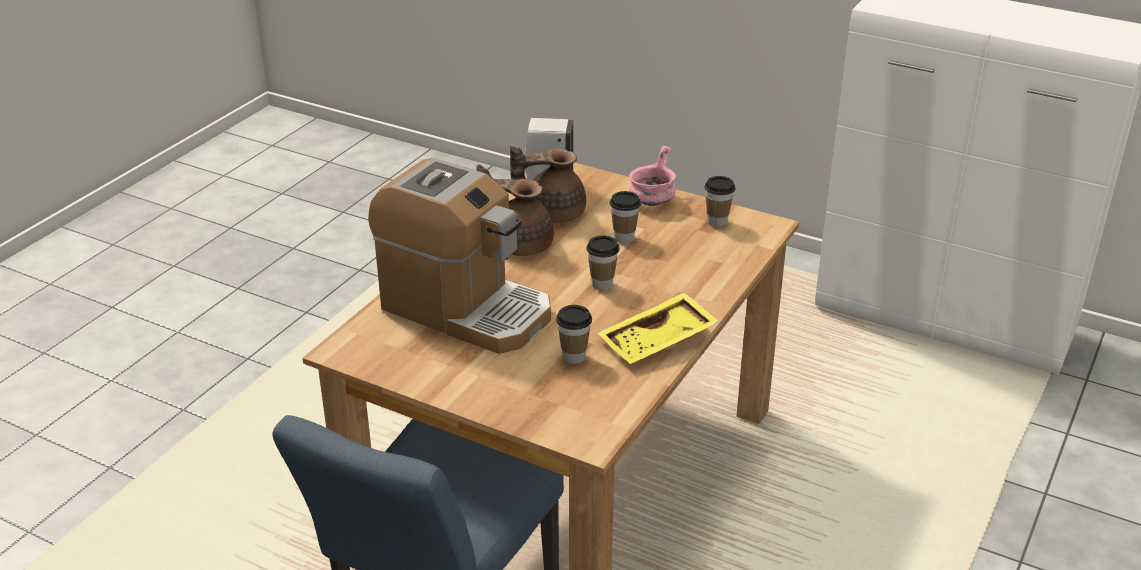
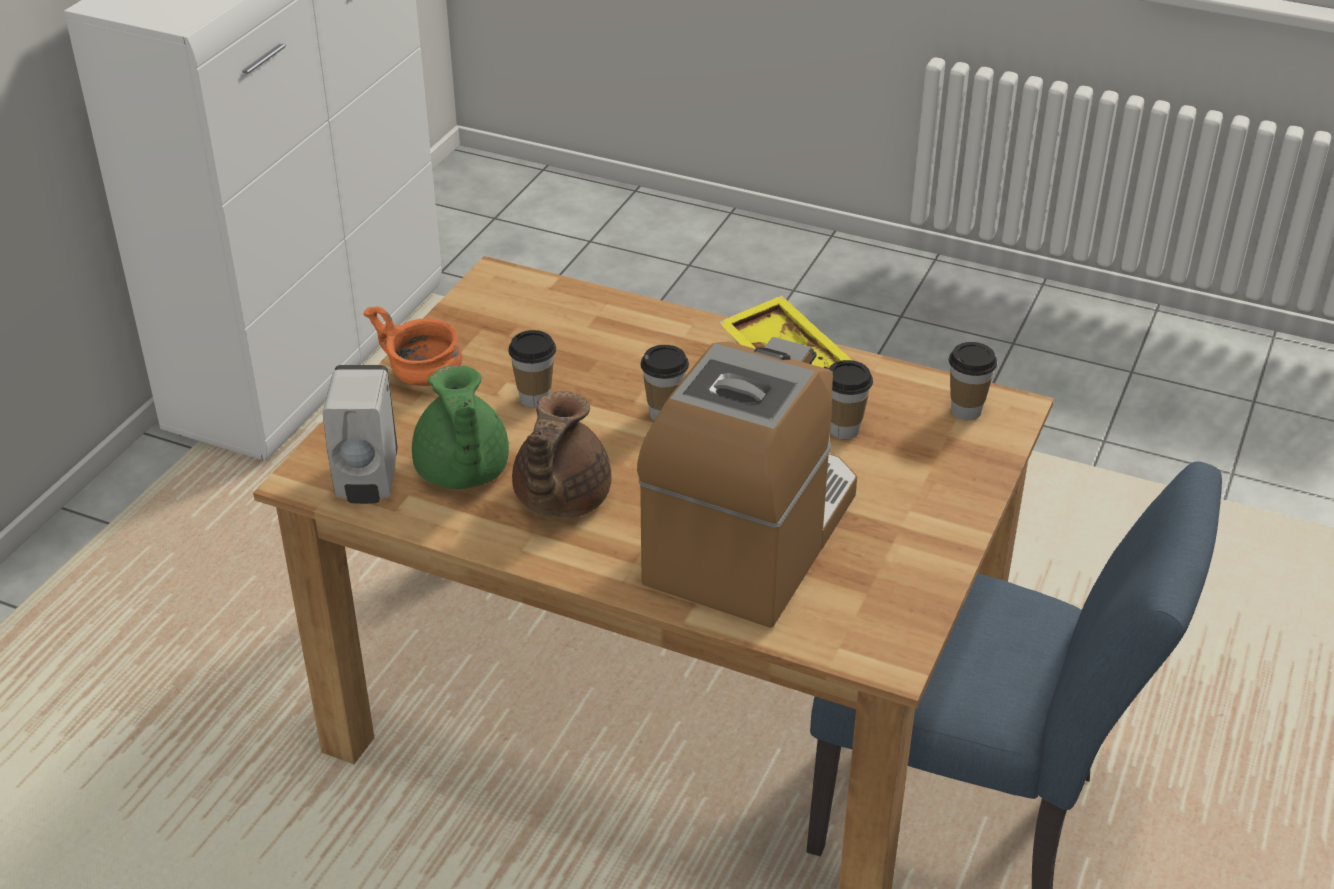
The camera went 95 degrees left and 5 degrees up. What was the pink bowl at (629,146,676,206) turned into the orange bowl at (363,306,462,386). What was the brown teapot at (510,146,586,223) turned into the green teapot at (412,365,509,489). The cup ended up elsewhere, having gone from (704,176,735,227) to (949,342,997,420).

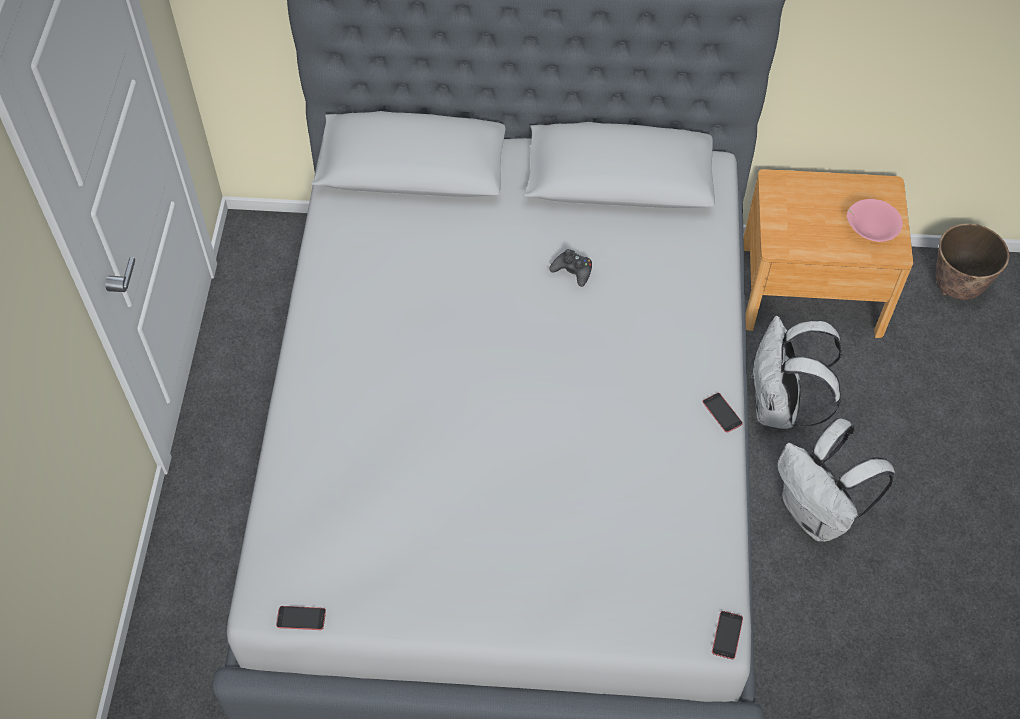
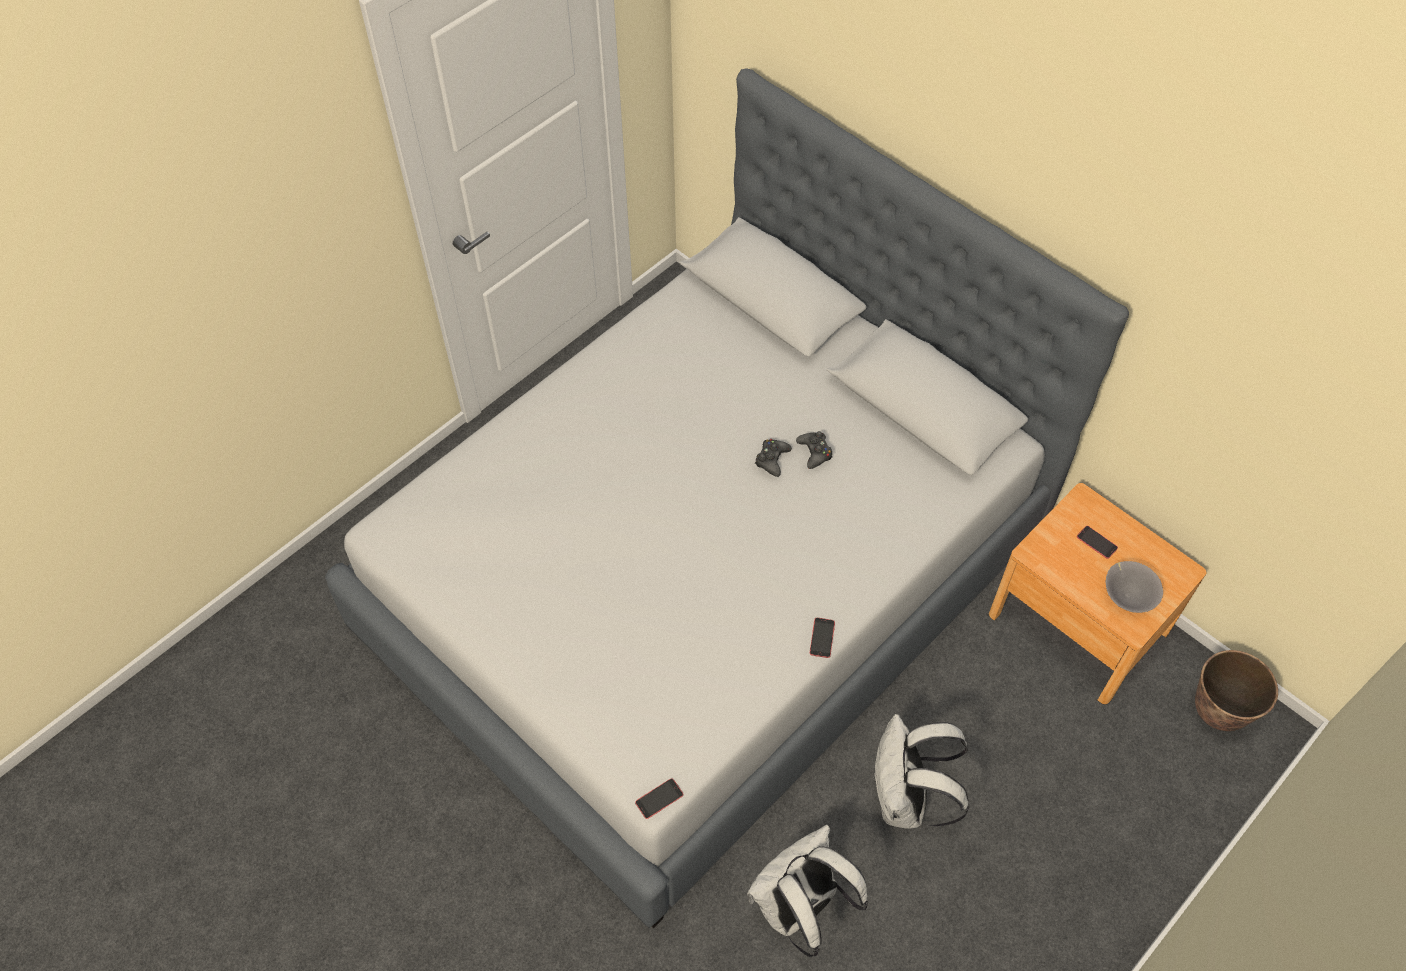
The camera went 40 degrees right and 0 degrees up. The white backpack ended up elsewhere, having gone from (751,316,842,429) to (747,825,868,957). The second view gained the black game controller at (755,439,792,477). The phone ended up elsewhere, having gone from (276,606,326,630) to (1077,526,1118,559). What was the pink bowl at (847,199,903,242) turned into the grey bowl at (1106,561,1163,613).

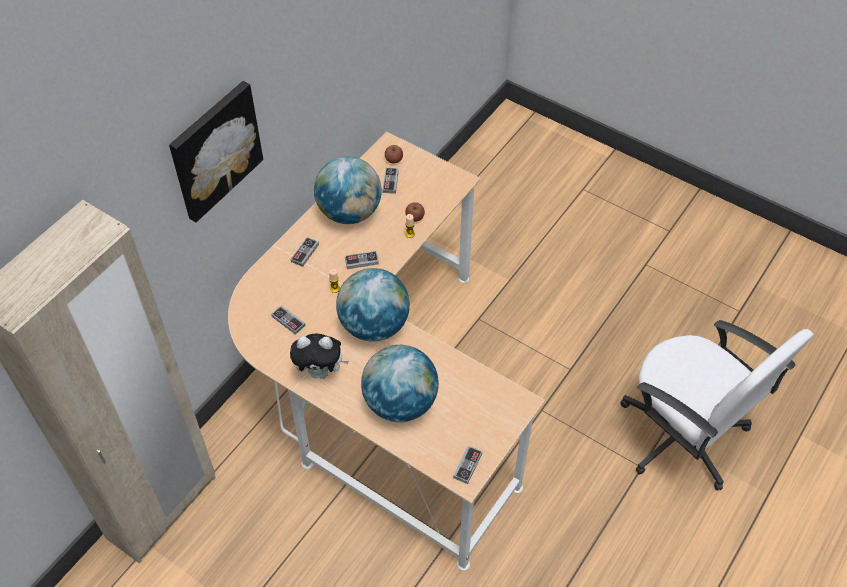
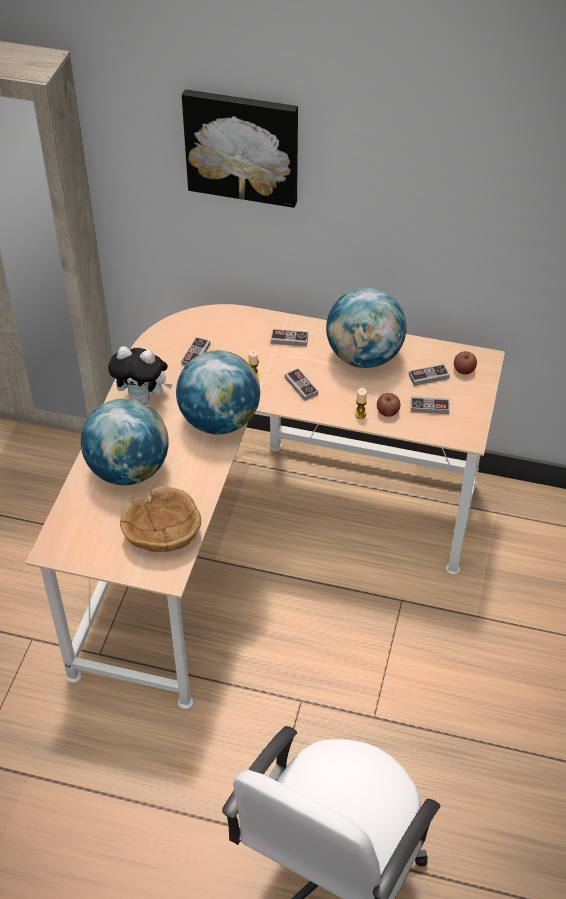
The camera went 70 degrees right and 5 degrees down. The plush toy at (290,334,349,379) ended up facing another way, 60 degrees counterclockwise from before. The second view gained the brown bowl at (120,487,201,552). The game controller ended up elsewhere, having gone from (453,446,482,484) to (411,396,449,414).

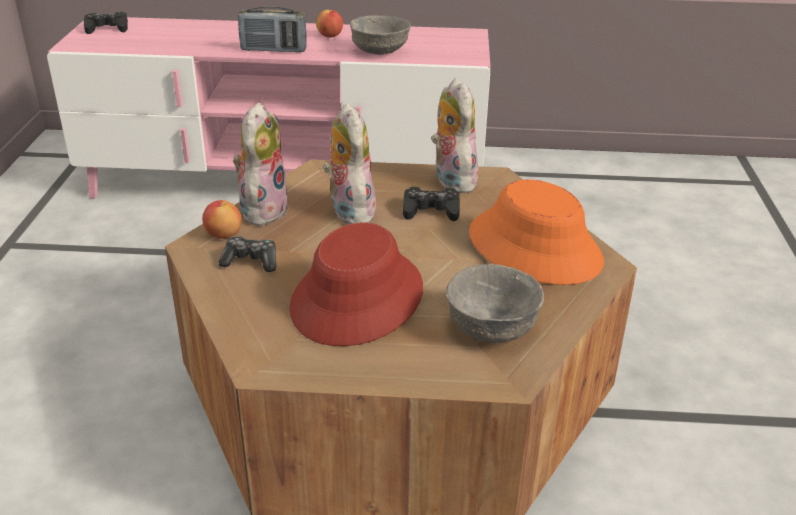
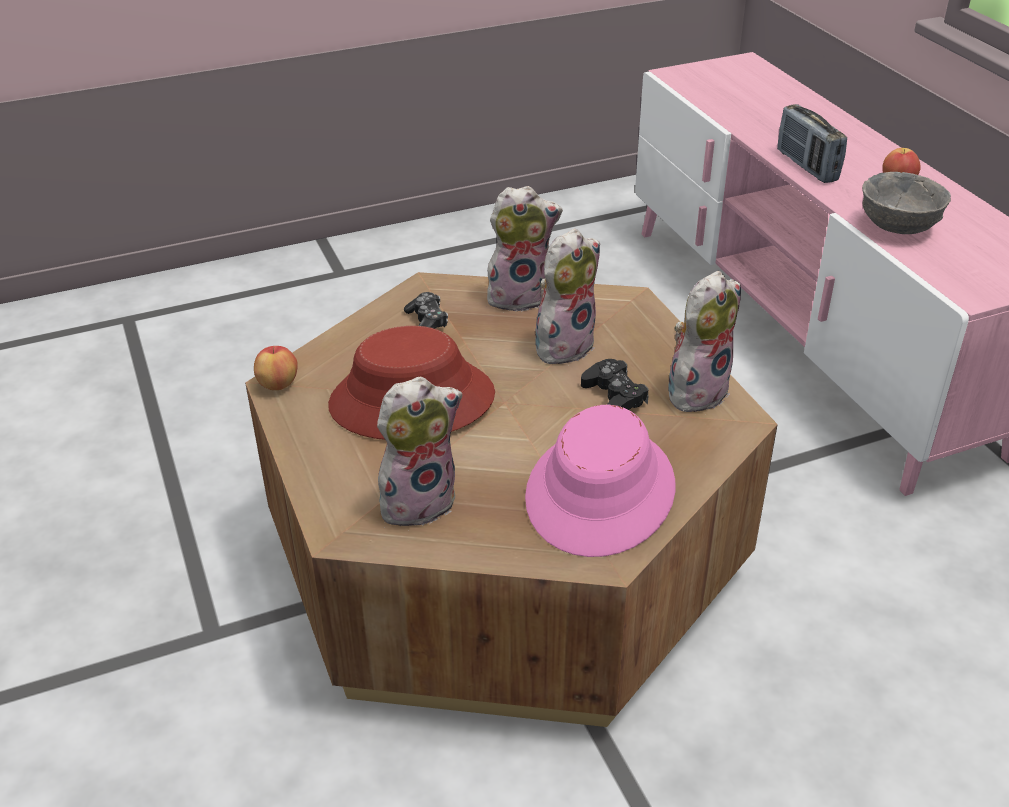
The camera went 65 degrees right and 5 degrees up. The apple ended up elsewhere, having gone from (202,199,242,239) to (254,346,298,390). Where the grey bowl stood at (446,264,544,343), the plush toy came to stand at (377,377,462,526). What was the orange hat at (469,180,604,285) turned into the pink hat at (525,405,675,557). The second view lost the black game controller at (84,12,128,34).

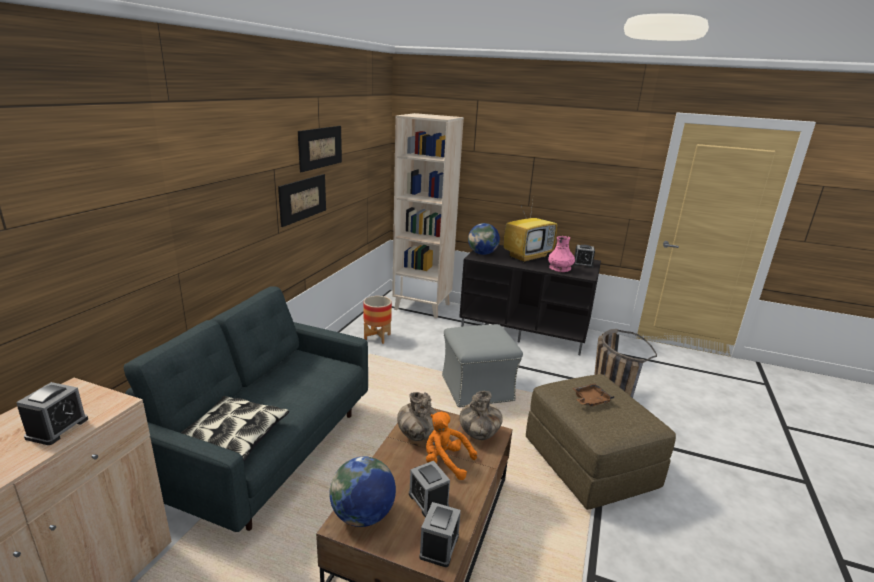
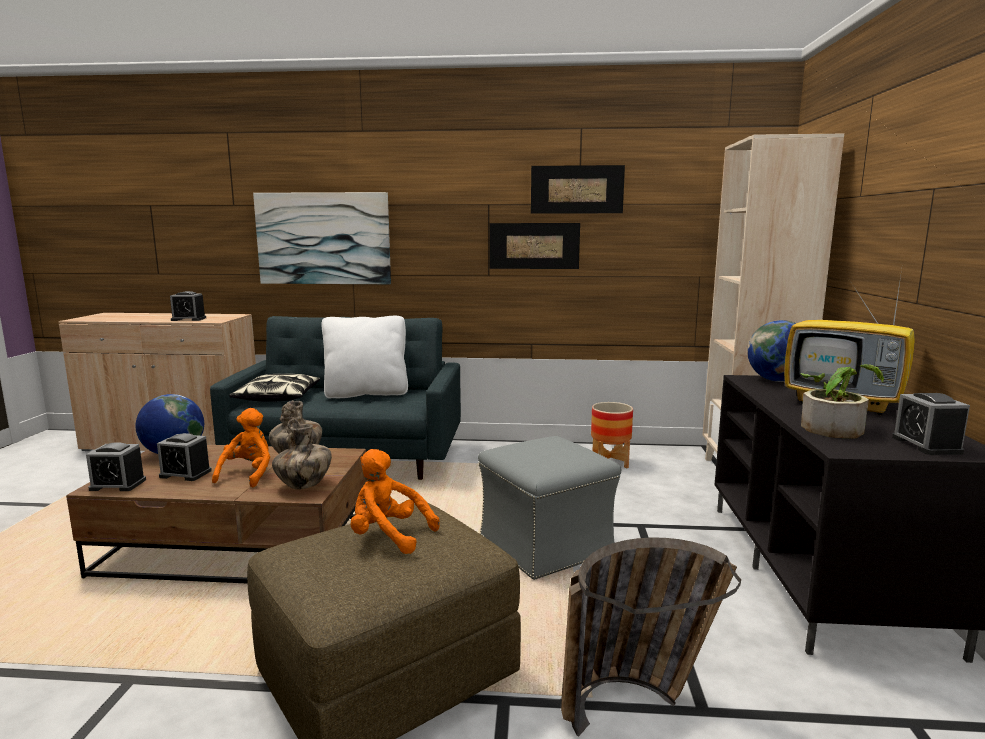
The camera went 75 degrees right and 10 degrees down. The alarm clock at (409,461,450,518) ended up facing another way, 120 degrees counterclockwise from before. The second view gained the picture at (253,192,391,284). The second view gained the white pillow at (322,316,408,399). Where the brown tray stood at (572,384,614,407), the orange plush toy came to stand at (351,449,440,554). Where the pink vase stood at (548,236,575,272), the potted plant came to stand at (800,364,884,438).

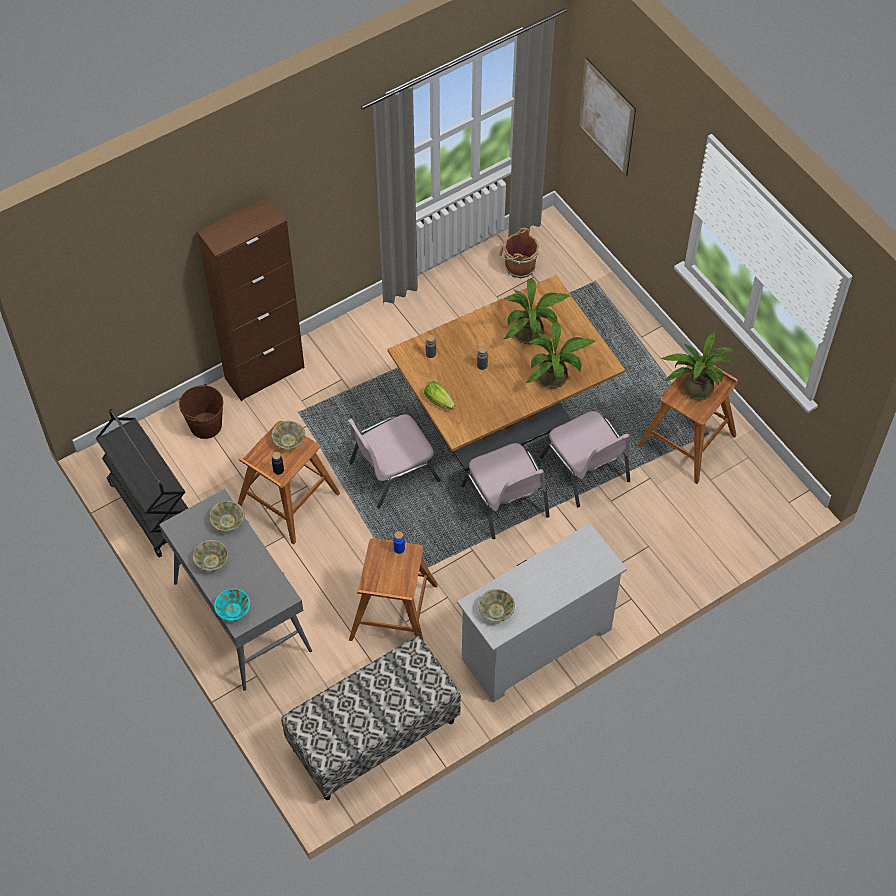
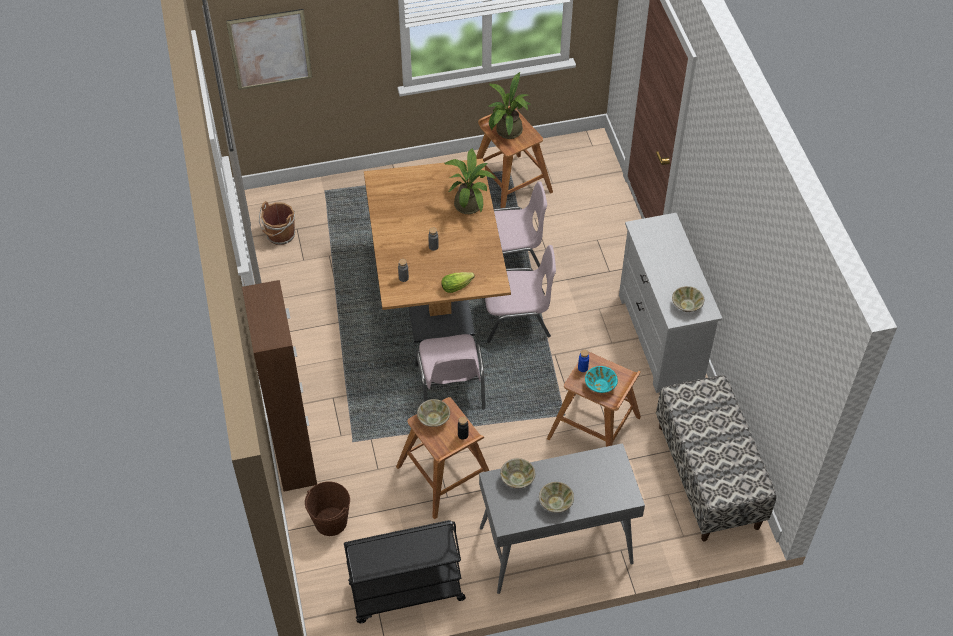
The camera went 70 degrees left and 5 degrees down. The turquoise bowl ended up elsewhere, having gone from (214,588,250,621) to (585,366,618,393). The second view lost the potted plant at (504,278,570,344).

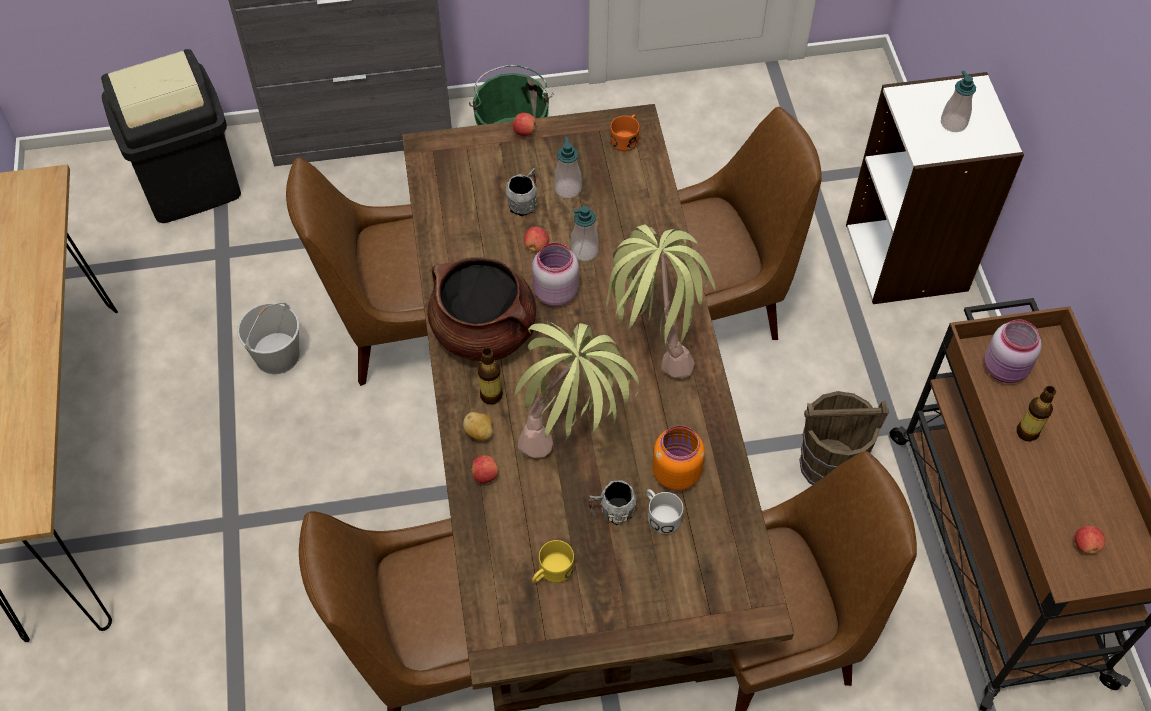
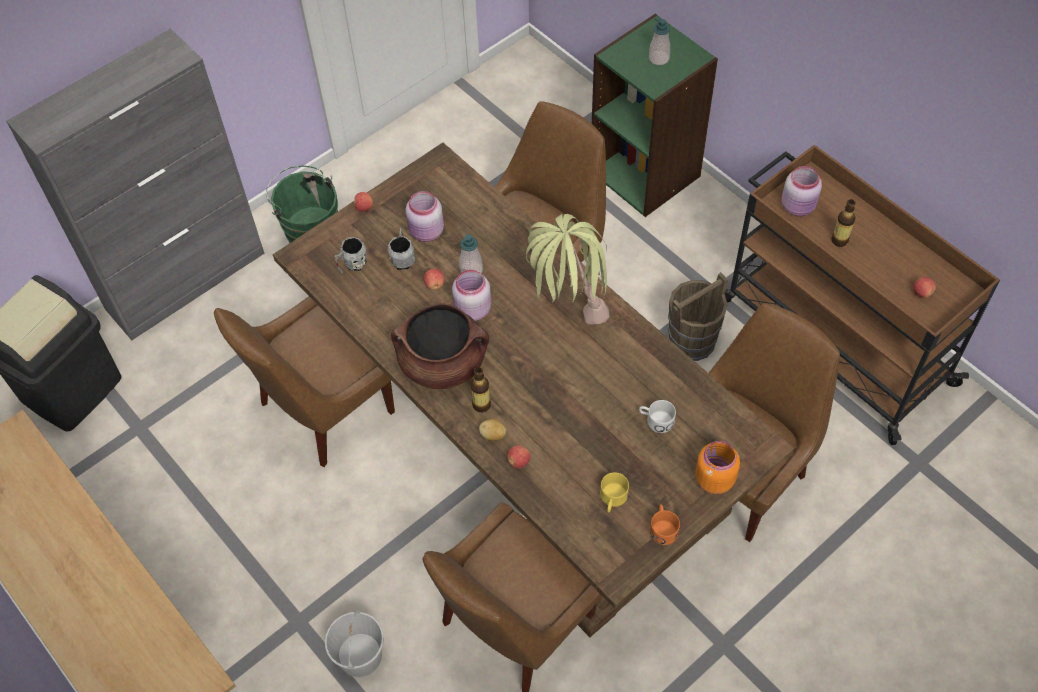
The camera went 30 degrees left and 0 degrees up. The white bucket ended up elsewhere, having gone from (237,302,300,374) to (325,610,384,677). The grey mug ended up elsewhere, having gone from (589,480,636,525) to (335,237,367,273). Where the soap dispenser stood at (554,137,582,198), the pink jar came to stand at (406,191,444,242). What was the white bookcase at (846,72,1024,304) turned into the green bookcase at (592,13,718,217). The orange mug ended up elsewhere, having gone from (610,114,639,151) to (650,504,680,545). The orange jar ended up elsewhere, having gone from (652,426,705,491) to (695,441,740,494). The second view lost the potted plant at (514,321,639,458).

